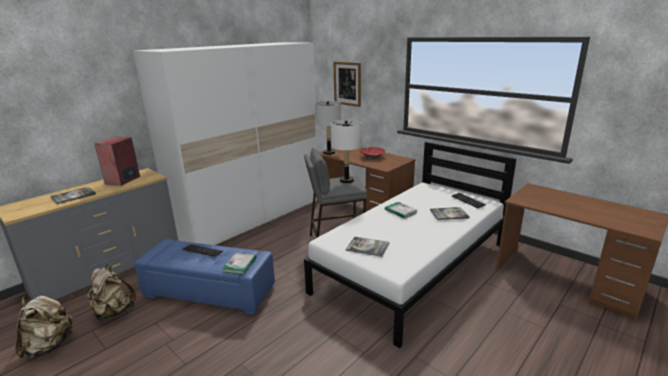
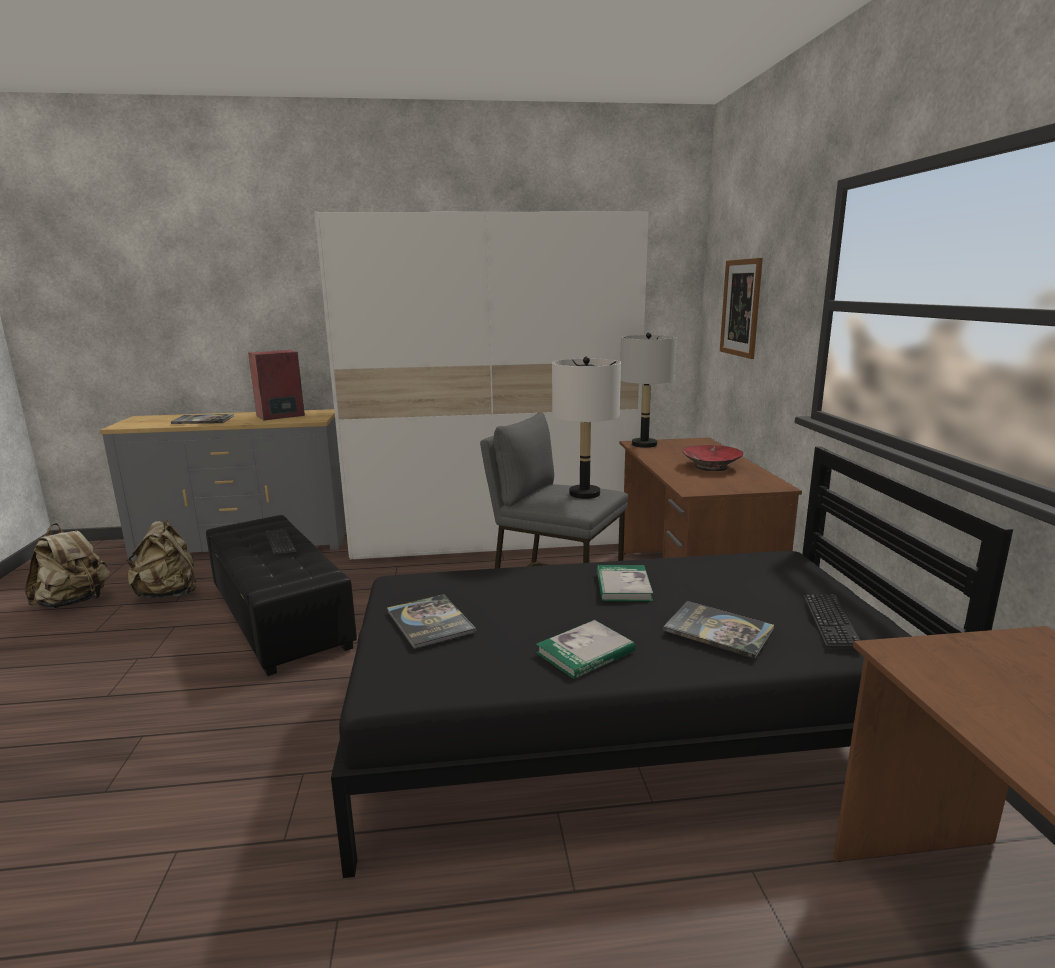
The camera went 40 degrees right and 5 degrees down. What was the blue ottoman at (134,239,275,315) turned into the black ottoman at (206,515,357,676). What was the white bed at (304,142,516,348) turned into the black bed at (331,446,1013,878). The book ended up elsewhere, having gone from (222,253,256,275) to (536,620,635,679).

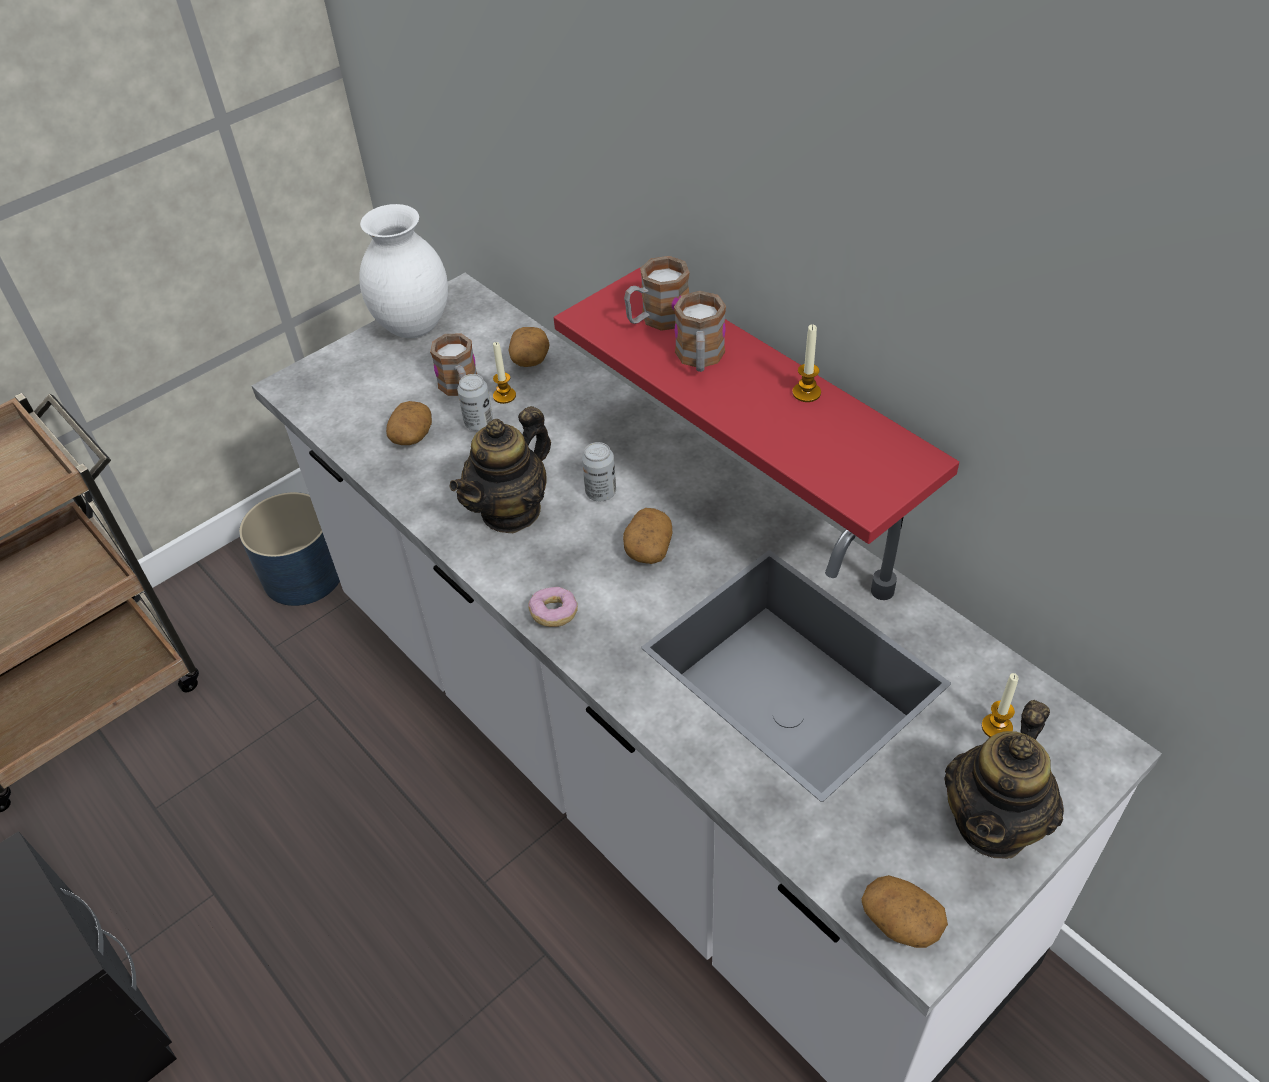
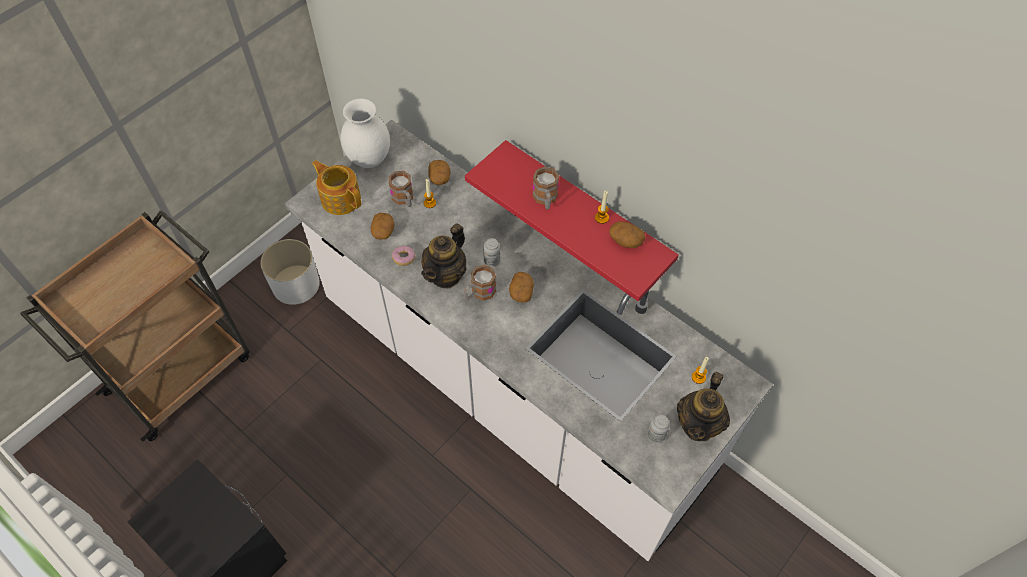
The camera went 10 degrees left and 10 degrees up. What was the blue planter at (239,492,340,606) turned into the white planter at (260,239,320,305). The second view gained the teapot at (312,160,361,215). The donut ended up elsewhere, having gone from (528,587,578,627) to (392,246,415,266). The mug ended up elsewhere, having gone from (624,256,690,331) to (464,264,496,301). The potato ended up elsewhere, having gone from (861,875,948,948) to (609,221,645,248). The can ended up elsewhere, having gone from (457,374,493,431) to (647,415,670,443).

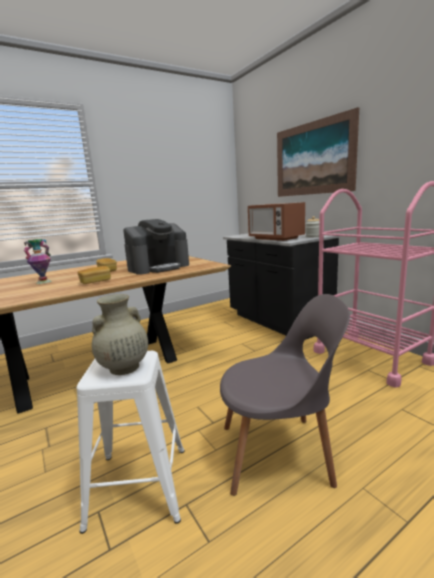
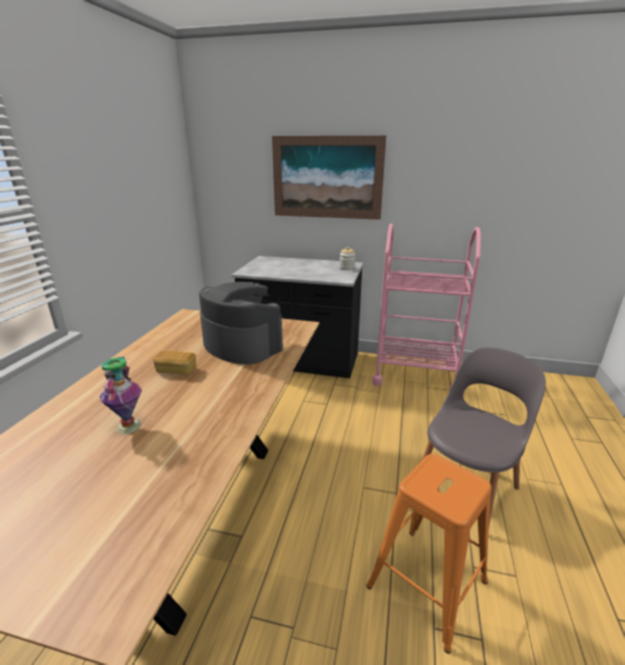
The camera went 45 degrees left and 10 degrees up. The coffee machine at (123,219,189,275) ended up facing another way, 60 degrees counterclockwise from before. What was the white stool at (77,351,185,534) turned into the orange stool at (366,454,492,654). The second view lost the bread at (78,266,111,284). The second view lost the beige vase at (92,294,148,375). The second view lost the microwave at (248,202,305,241).

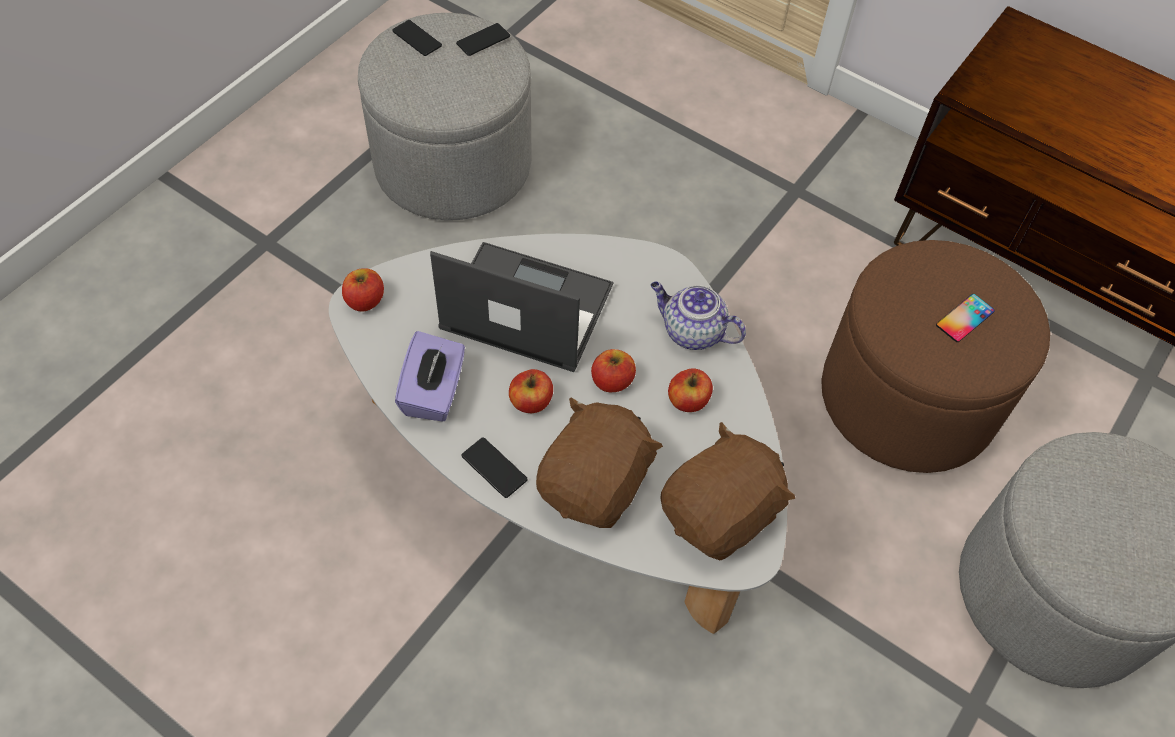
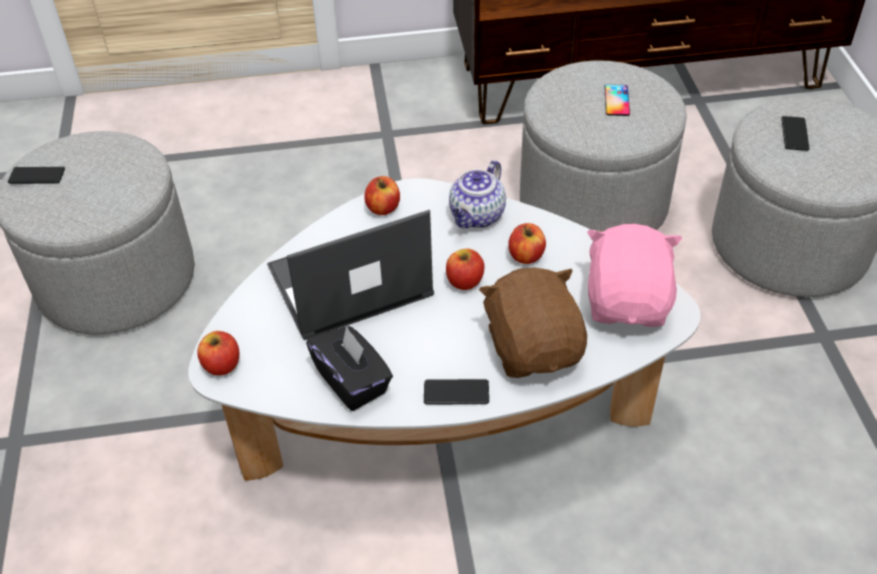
The camera went 40 degrees left and 10 degrees down. What was the purple tissue box at (395,331,465,422) turned into the black tissue box at (306,325,393,411). The apple ended up elsewhere, having gone from (509,369,553,413) to (364,176,400,215). The teapot at (651,282,746,350) ended up facing another way, 45 degrees counterclockwise from before. What was the brown ottoman at (821,240,1050,473) turned into the grey ottoman at (520,60,687,231). What was the brown plush toy at (660,422,795,560) turned into the pink plush toy at (587,224,682,327). The phone ended up elsewhere, having gone from (456,23,510,56) to (781,116,810,151).

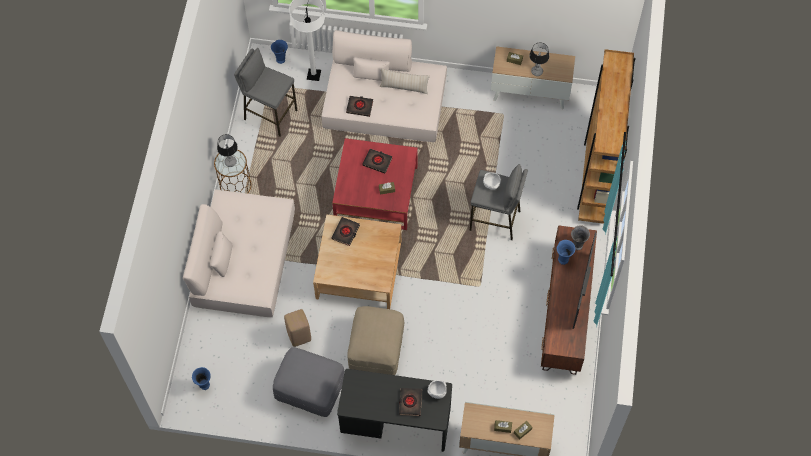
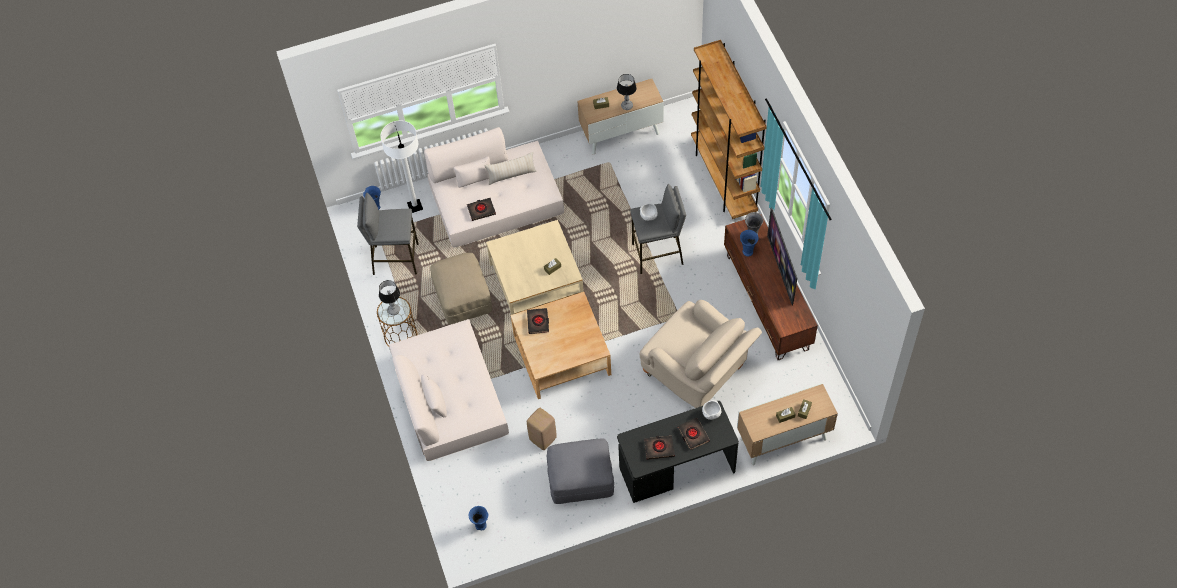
The camera went 25 degrees left and 5 degrees down. The beige ottoman ended up elsewhere, having gone from (347,306,404,375) to (430,253,492,324). What was the red coffee table at (332,138,418,230) turned into the beige coffee table at (486,220,584,315). The second view gained the beige armchair at (640,300,762,408). The black book ended up elsewhere, having gone from (362,149,393,173) to (644,435,675,460).

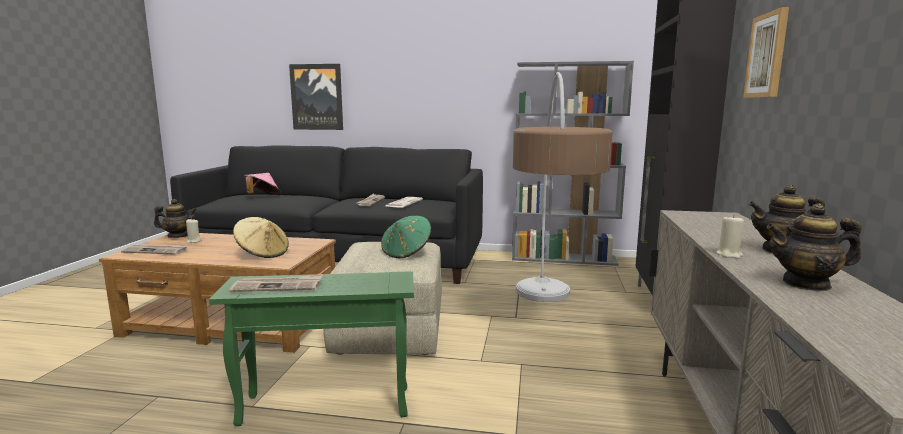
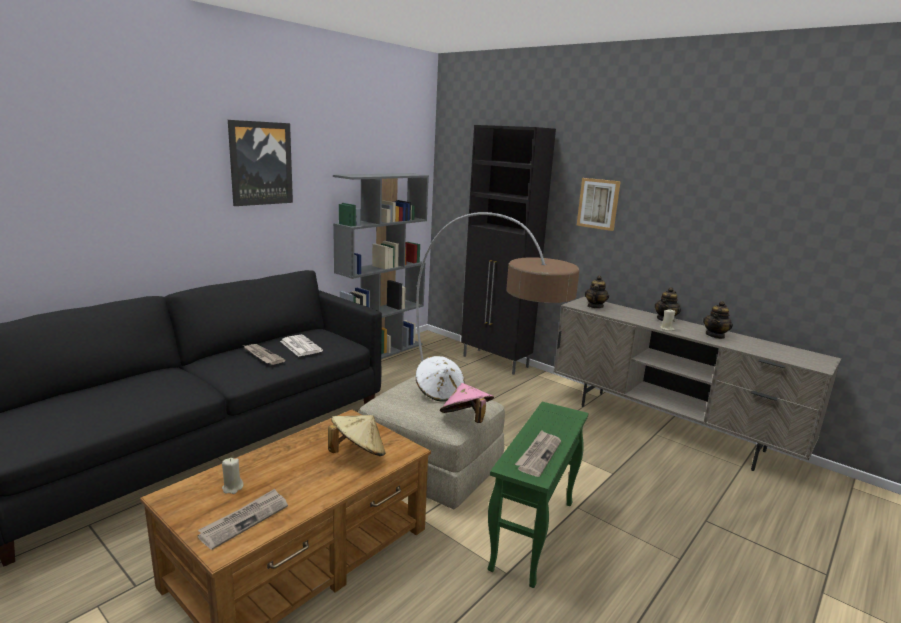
The camera went 60 degrees left and 5 degrees up. The picture ended up elsewhere, having gone from (289,64,343,130) to (228,120,293,206). What was the green hat at (381,216,431,258) turned into the white hat at (416,356,465,402). The pink hat ended up elsewhere, having gone from (244,173,281,195) to (440,383,494,423). The teapot ended up elsewhere, having gone from (154,199,197,238) to (585,276,609,308).

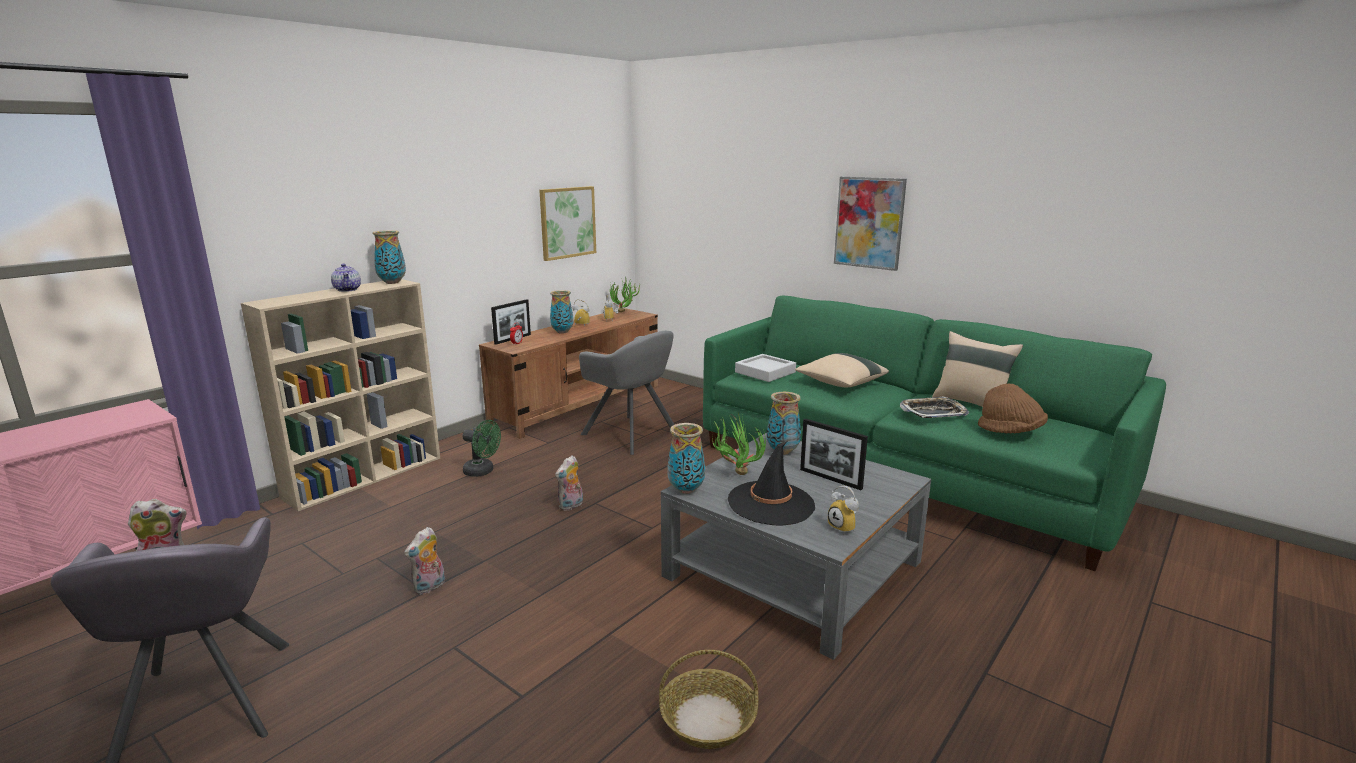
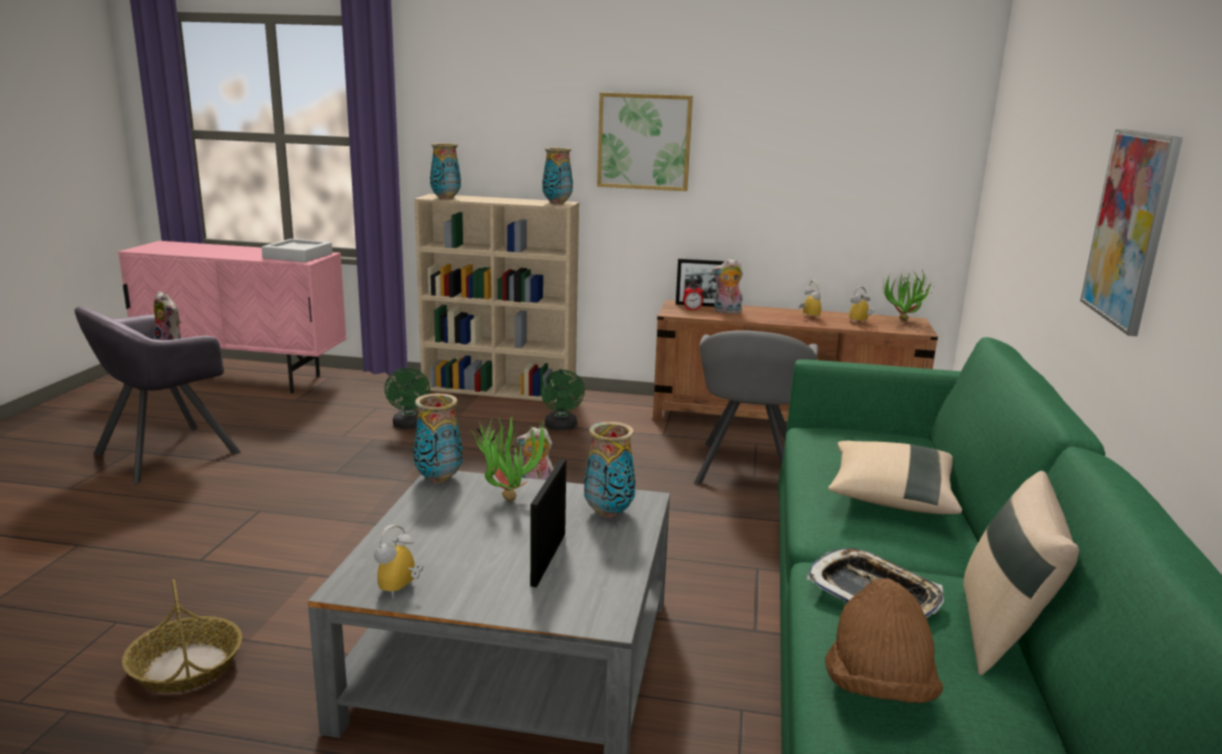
The camera went 60 degrees right and 0 degrees up. The grey tray ended up elsewhere, having gone from (735,354,796,382) to (262,239,332,262). The second view gained the green fan at (384,368,430,429). The vase ended up elsewhere, having gone from (550,290,574,334) to (430,143,461,199). The picture ended up elsewhere, having gone from (539,186,596,261) to (597,92,693,191). The plush toy ended up elsewhere, having gone from (404,527,445,595) to (712,259,743,314). The second view lost the teapot at (331,264,361,292). The second view lost the black hat at (728,441,815,525).

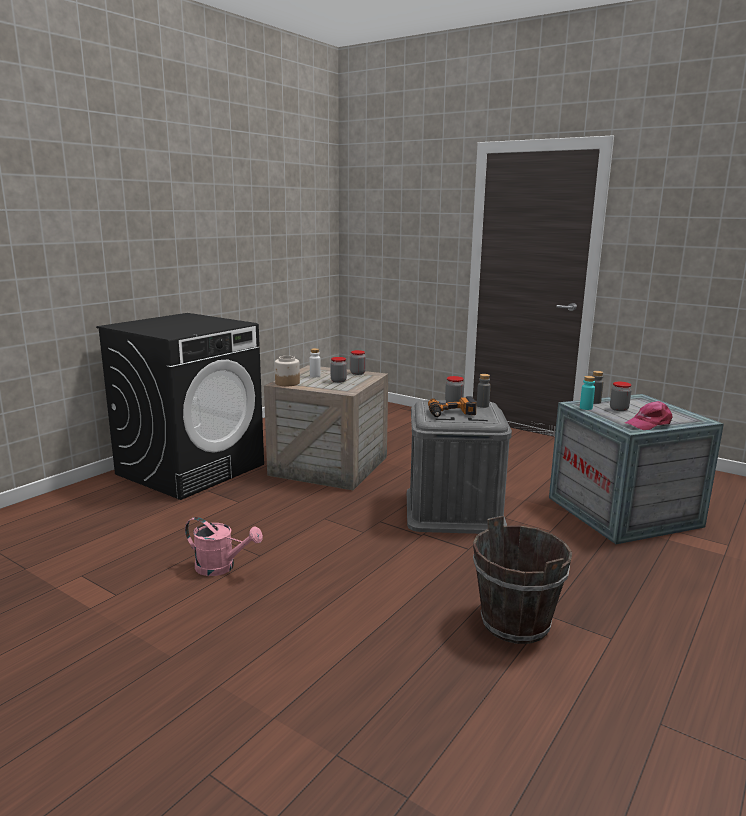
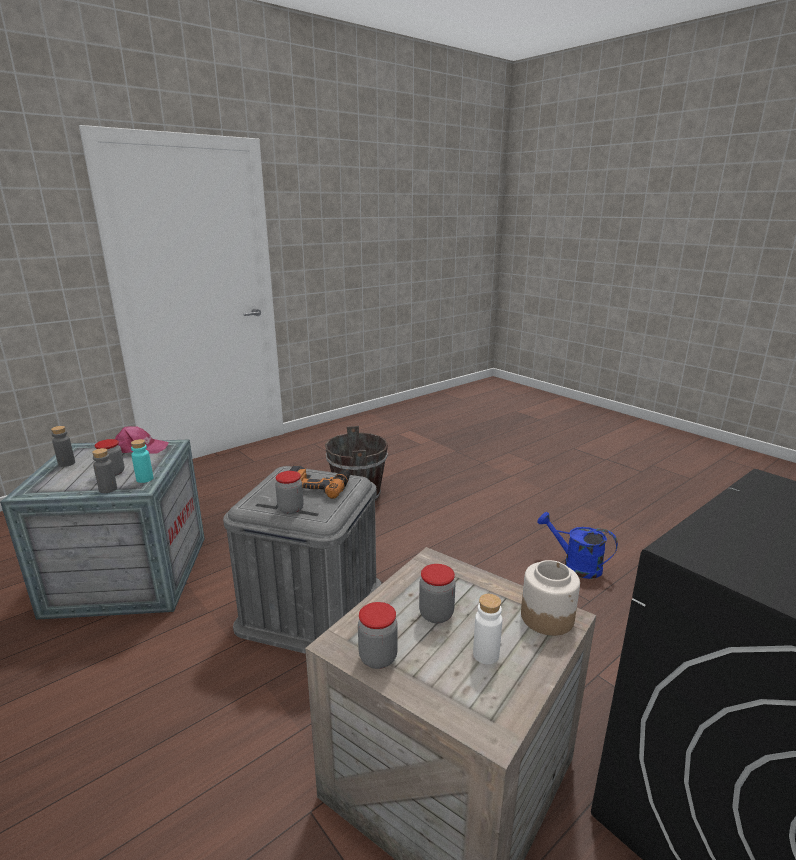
The camera went 165 degrees left and 5 degrees up. The grey bottle ended up elsewhere, having gone from (477,374,490,408) to (51,426,75,467). What was the pink watering can at (185,517,263,576) turned into the blue watering can at (537,512,618,579).

